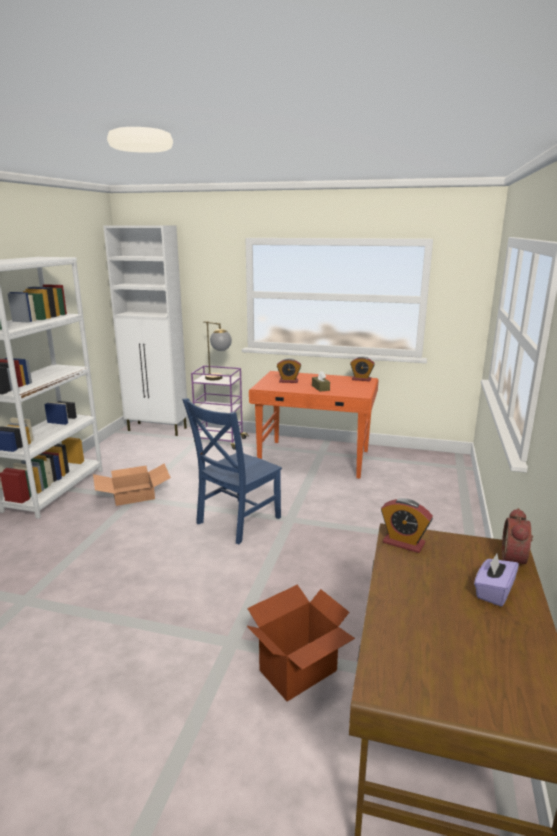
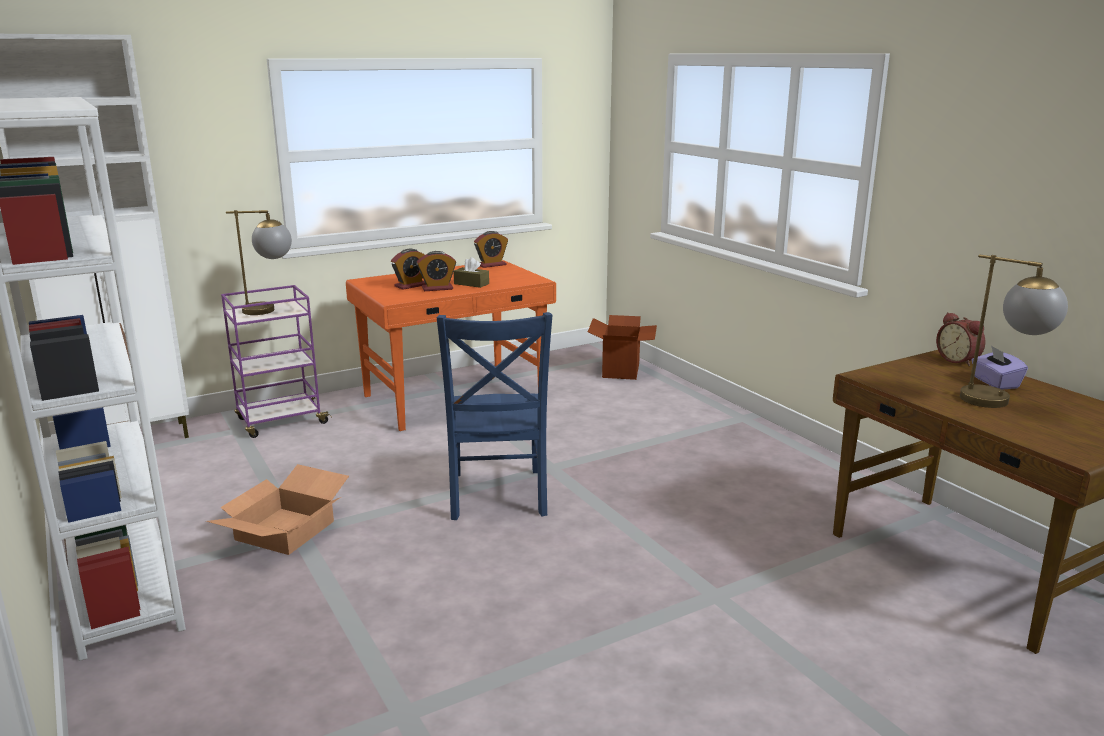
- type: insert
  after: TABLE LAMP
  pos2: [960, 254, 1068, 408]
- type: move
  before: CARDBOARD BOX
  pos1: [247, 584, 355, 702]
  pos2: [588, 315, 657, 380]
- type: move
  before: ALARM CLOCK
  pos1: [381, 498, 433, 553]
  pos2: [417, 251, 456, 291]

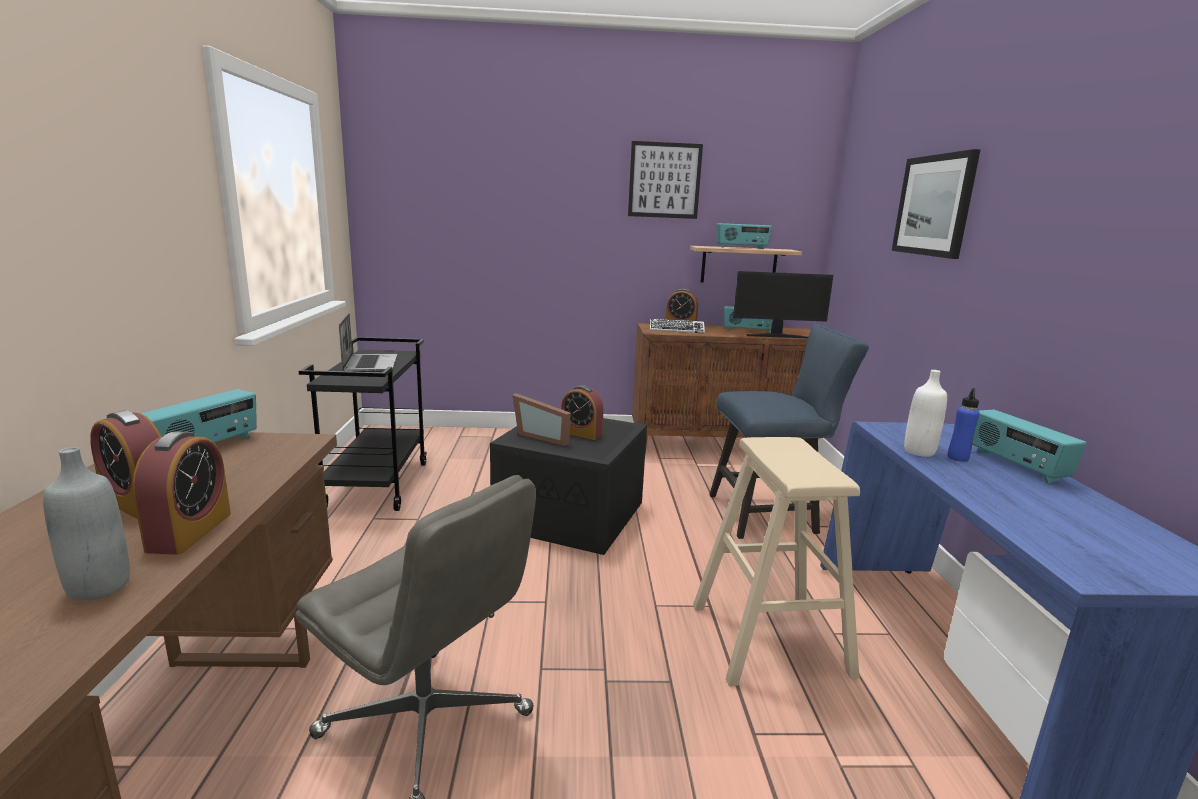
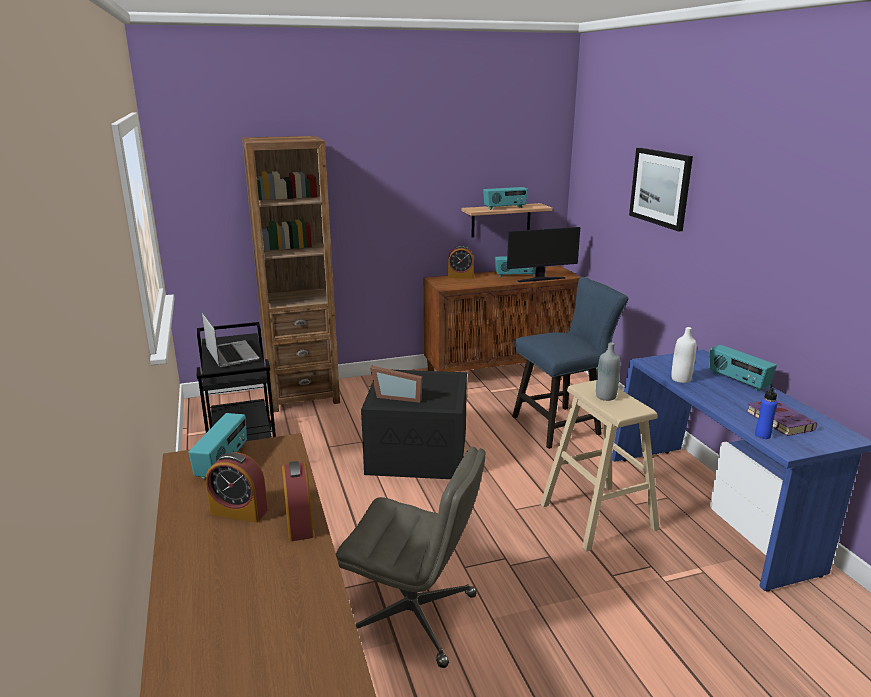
- type: delete
  before: ALARM CLOCK
  pos1: [561, 385, 604, 440]
- type: delete
  before: PICTURE
  pos1: [628, 141, 703, 219]
- type: delete
  before: KEYBOARD
  pos1: [650, 318, 705, 333]
- type: insert
  after: BROWN BOOKCASE
  pos2: [242, 136, 340, 412]
- type: insert
  after: PURPLE BOOK
  pos2: [746, 400, 817, 436]
- type: move
  before: GREY BOTTLE
  pos1: [43, 447, 130, 601]
  pos2: [596, 342, 620, 401]
- type: move
  before: BLUE BOTTLE
  pos1: [948, 388, 980, 462]
  pos2: [755, 384, 778, 439]

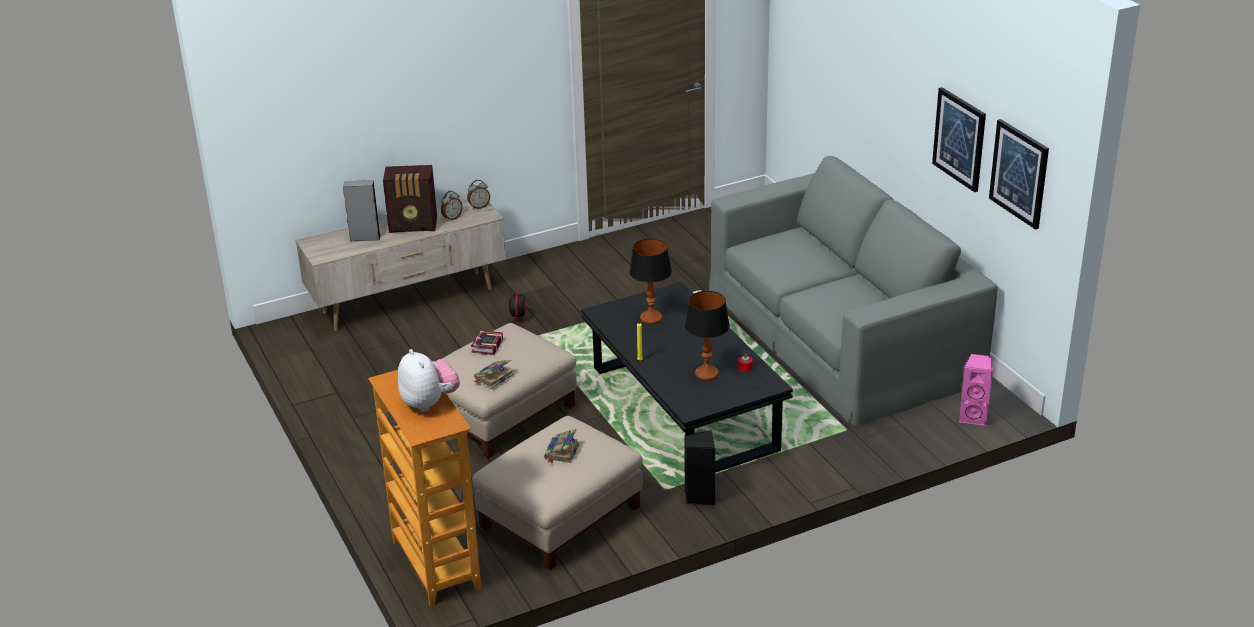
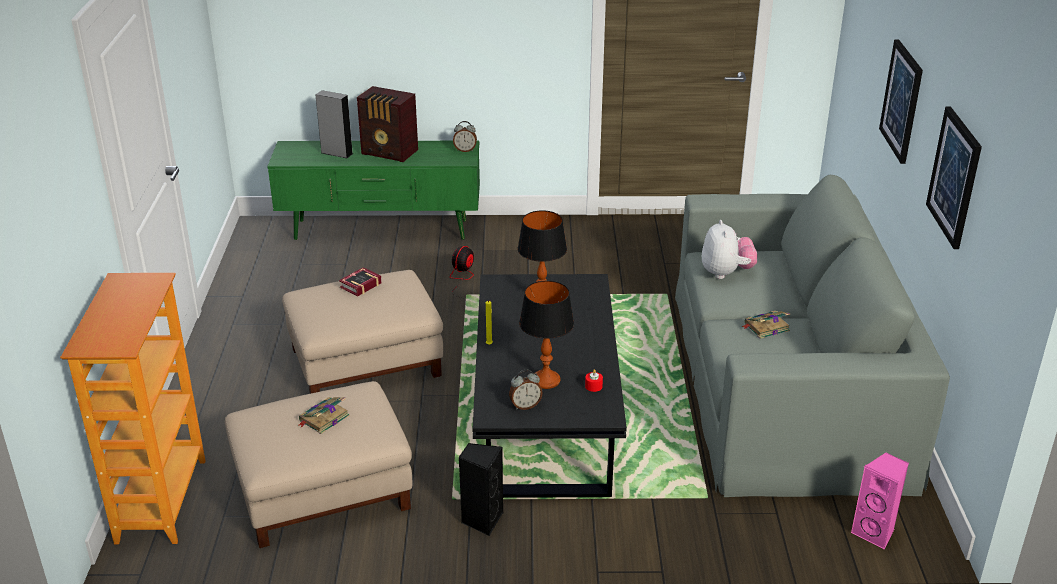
- type: move
  before: PLUSH TOY
  pos1: [398, 349, 460, 412]
  pos2: [702, 220, 757, 279]
- type: move
  before: ALARM CLOCK
  pos1: [441, 191, 462, 221]
  pos2: [509, 370, 543, 410]
- type: move
  before: BOOK
  pos1: [474, 360, 514, 388]
  pos2: [741, 311, 790, 339]
- type: move
  before: PICTURE
  pos1: [989, 119, 1049, 230]
  pos2: [879, 39, 923, 164]
- type: recolor
  before: BEIGE TV STAND
  after: GREEN TV STAND
  pos1: [295, 199, 506, 331]
  pos2: [267, 141, 480, 240]

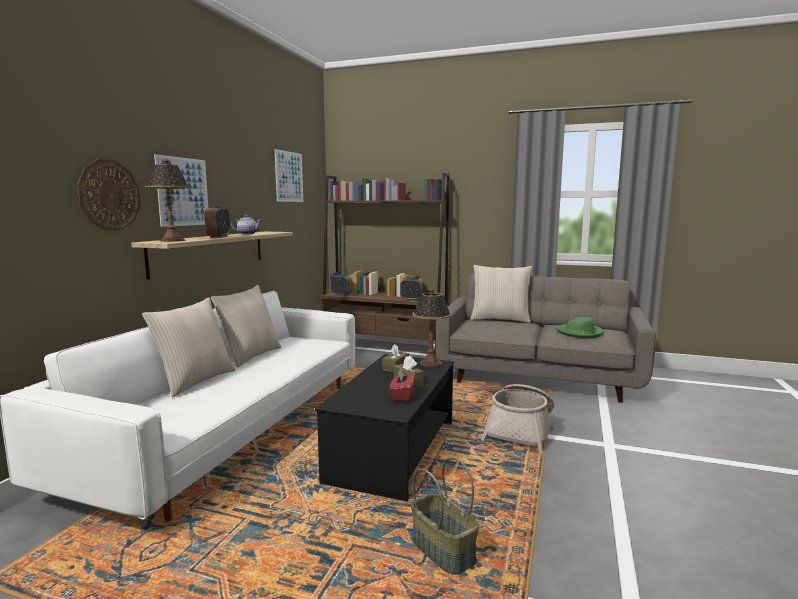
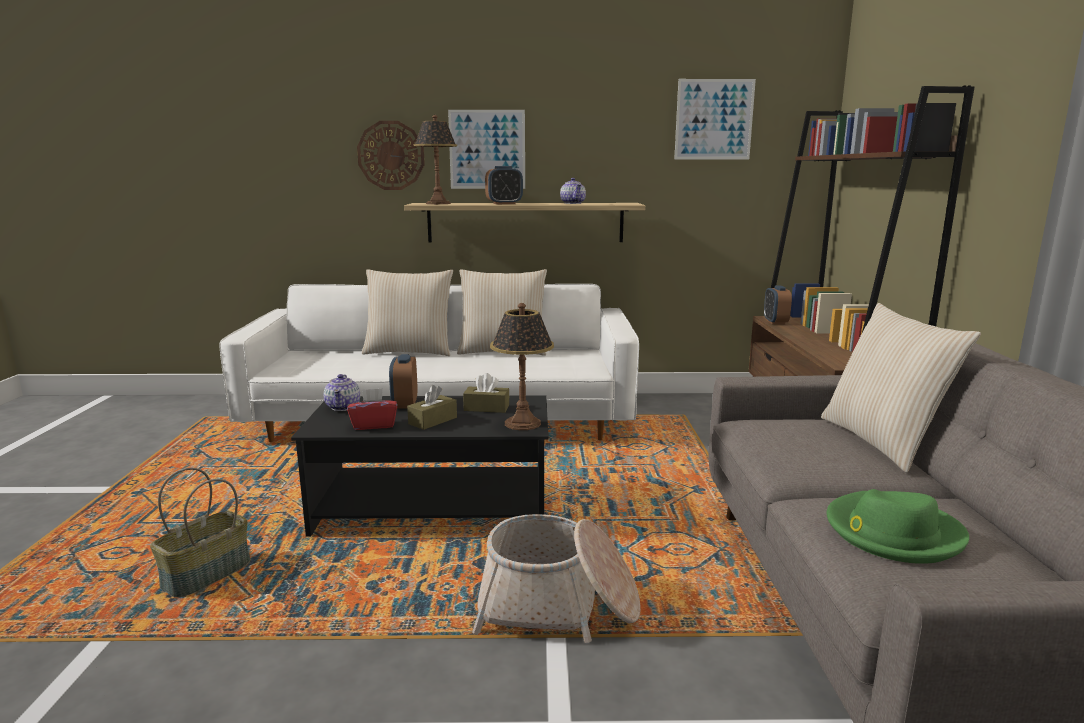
- type: insert
  after: TEAPOT
  pos2: [324, 374, 360, 411]
- type: move
  before: ALARM CLOCK
  pos1: [400, 278, 423, 301]
  pos2: [389, 354, 418, 409]

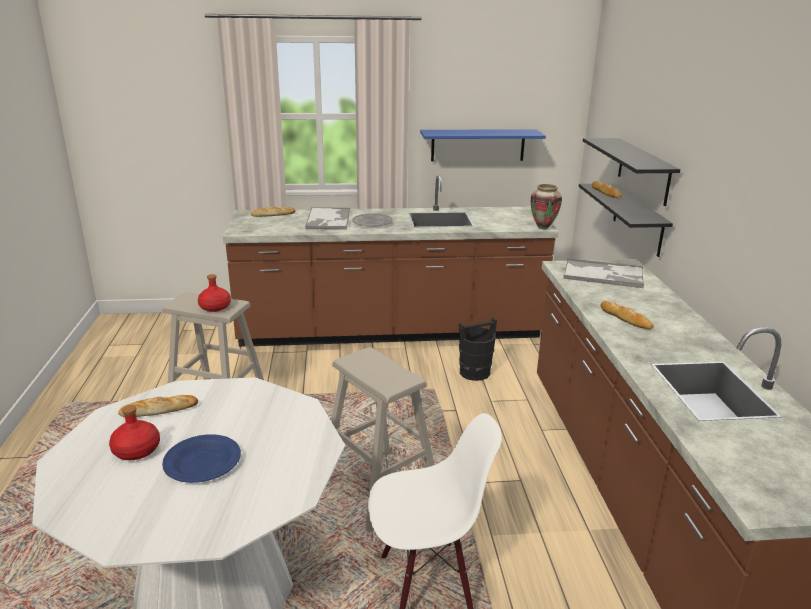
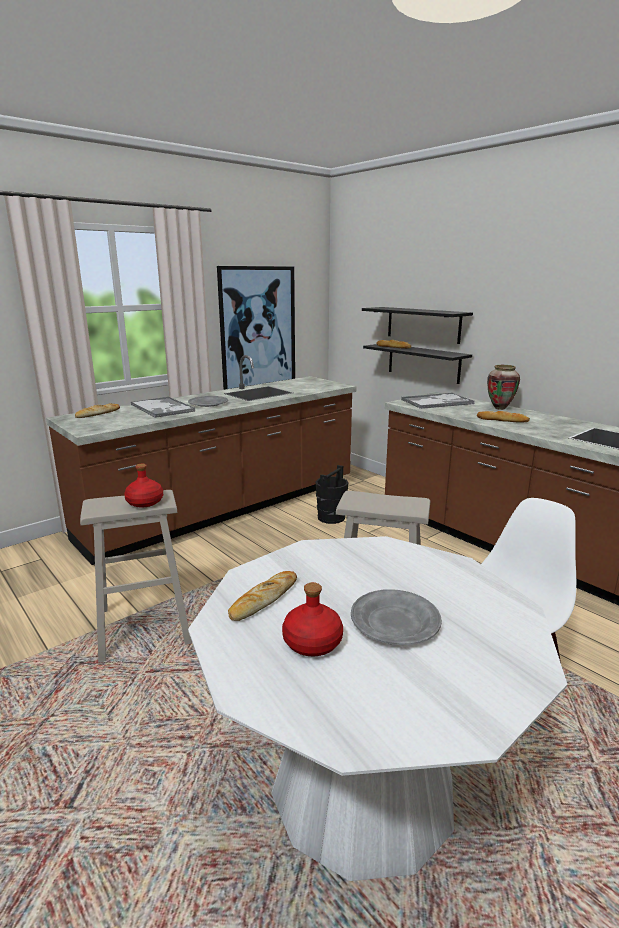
- type: move
  before: VASE
  pos1: [531, 184, 562, 229]
  pos2: [487, 365, 520, 410]
- type: replace
  before: BLUE SHELF
  after: PICTURE
  pos1: [420, 129, 546, 161]
  pos2: [217, 266, 295, 390]
- type: recolor
  before: BLUE PLATE
  after: GREY PLATE
  pos1: [162, 434, 241, 483]
  pos2: [351, 589, 442, 645]

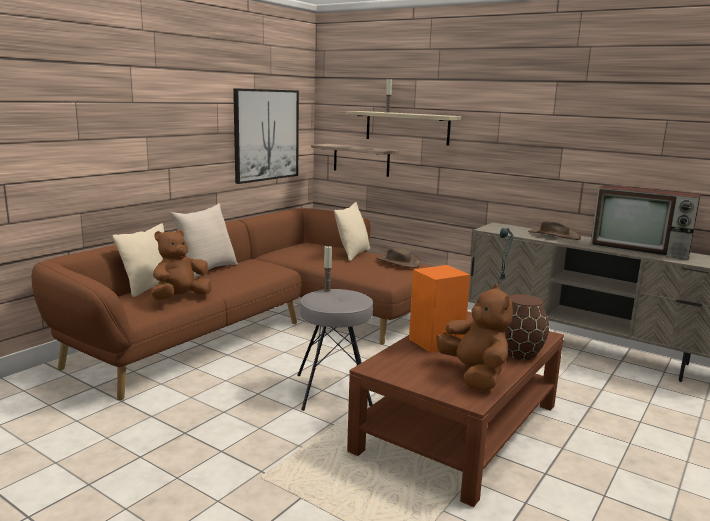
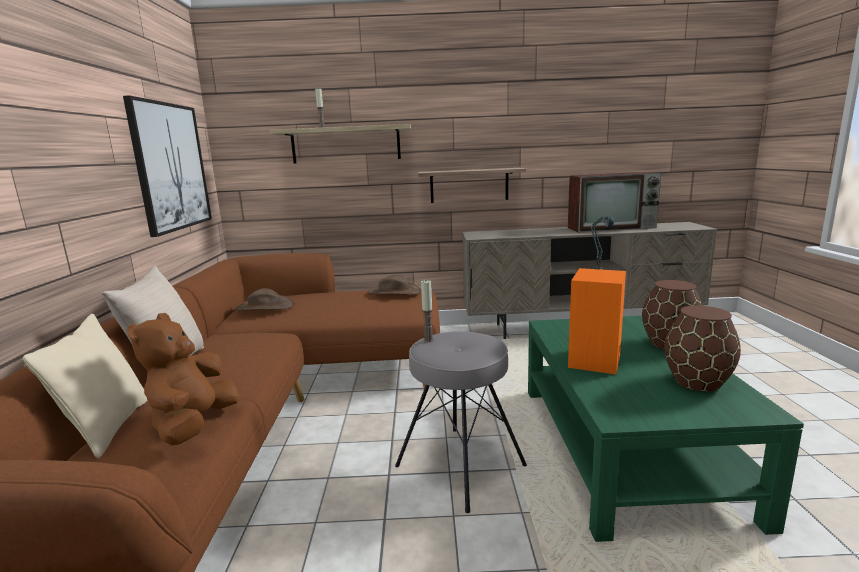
- type: delete
  before: BEIGE PILLOW
  pos1: [334, 202, 370, 261]
- type: move
  before: SHELF
  pos1: [311, 144, 399, 177]
  pos2: [418, 168, 526, 203]
- type: move
  before: BROWN HAT
  pos1: [528, 219, 581, 240]
  pos2: [235, 288, 295, 311]
- type: replace
  before: BROWN PLUSH TOY
  after: BROWN VASE
  pos1: [436, 284, 513, 391]
  pos2: [664, 305, 741, 392]
- type: recolor
  before: BROWN COFFEE TABLE
  after: GREEN COFFEE TABLE
  pos1: [347, 311, 564, 507]
  pos2: [528, 316, 804, 542]

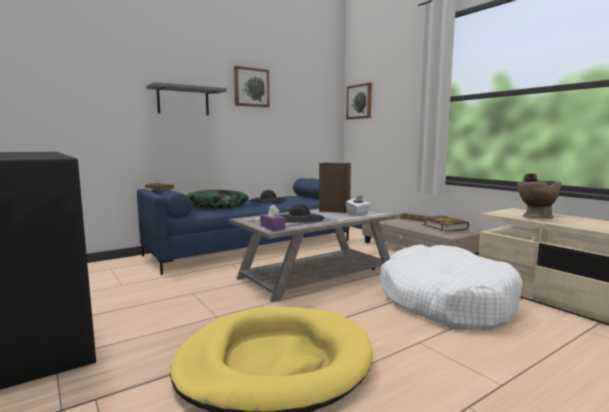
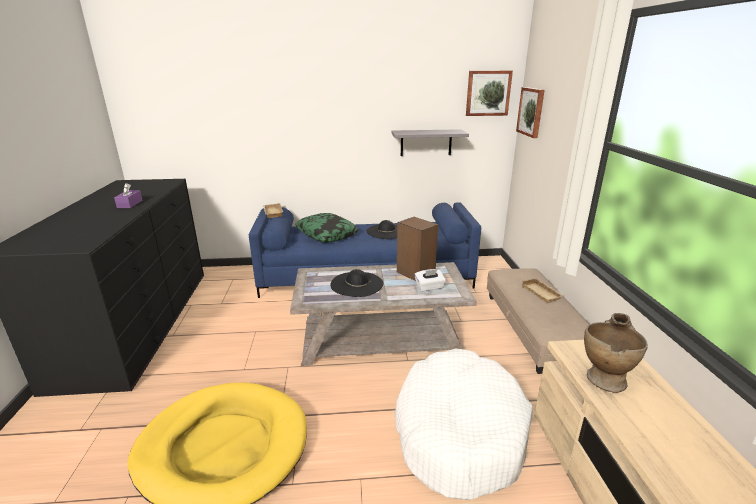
- type: delete
  before: BOOK
  pos1: [422, 216, 470, 232]
- type: move
  before: GREY SHELF
  pos1: [146, 82, 227, 115]
  pos2: [391, 129, 469, 156]
- type: move
  before: PICTURE
  pos1: [234, 66, 270, 107]
  pos2: [466, 70, 513, 116]
- type: move
  before: PURPLE TISSUE BOX
  pos1: [260, 205, 285, 231]
  pos2: [114, 183, 142, 208]

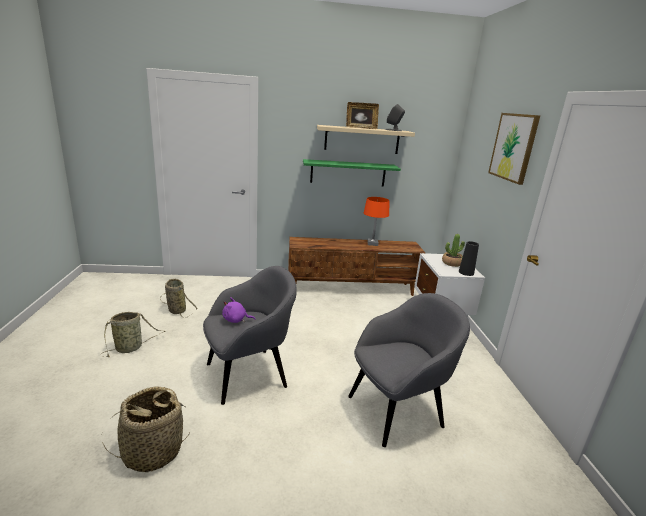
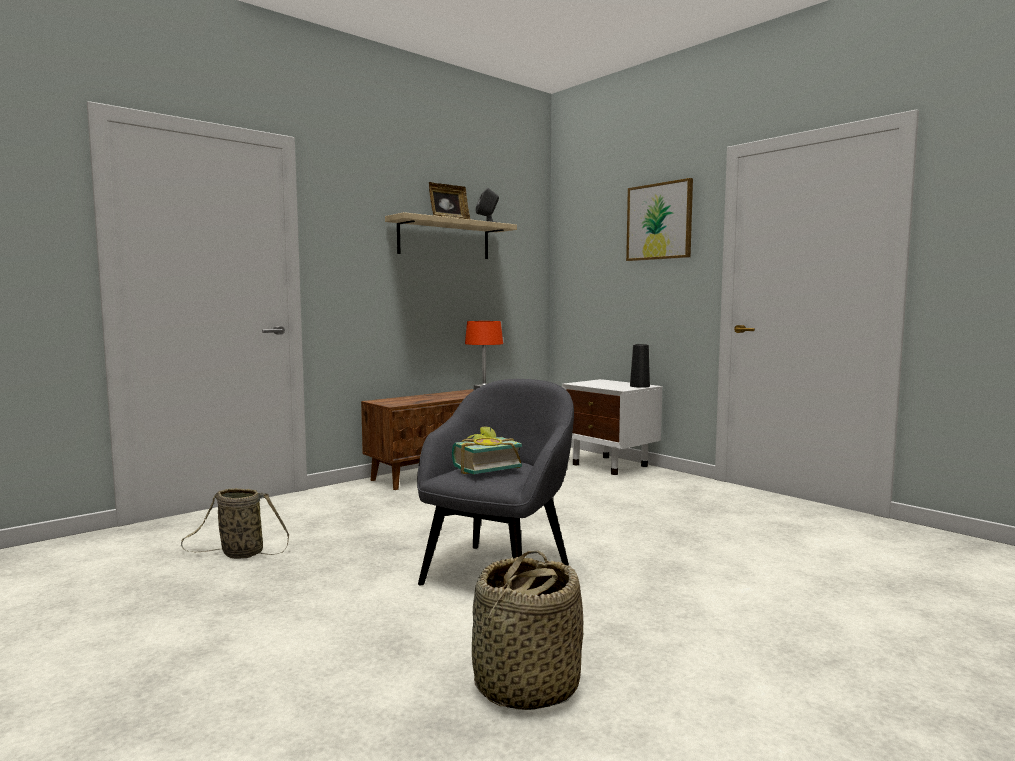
- type: delete
  before: BASKET
  pos1: [101, 312, 166, 357]
- type: delete
  before: GREEN SHELF
  pos1: [303, 159, 401, 187]
- type: delete
  before: GREY ARMCHAIR
  pos1: [348, 293, 470, 447]
- type: delete
  before: POTTED PLANT
  pos1: [442, 234, 465, 267]
- type: replace
  before: PURPLE PLUSH TOY
  after: BOOK
  pos1: [222, 297, 256, 323]
  pos2: [452, 426, 522, 474]

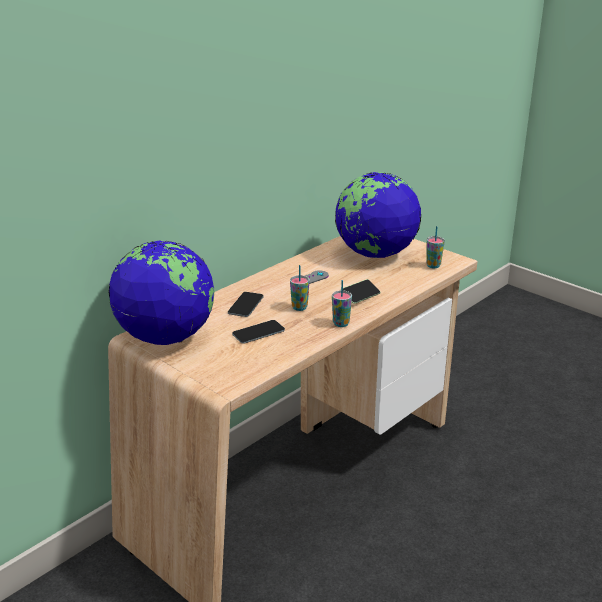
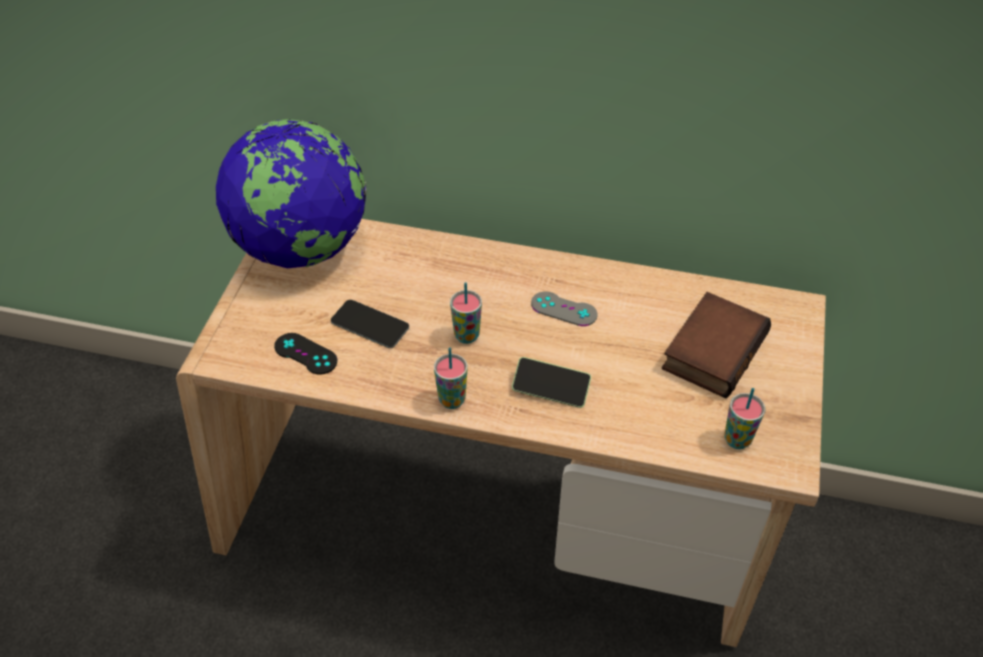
- type: delete
  before: PHONE
  pos1: [228, 292, 264, 317]
- type: insert
  after: BLACK GAME CONTROLLER
  pos2: [274, 333, 337, 375]
- type: replace
  before: GLOBE
  after: BOOK
  pos1: [335, 172, 421, 258]
  pos2: [662, 292, 771, 398]

